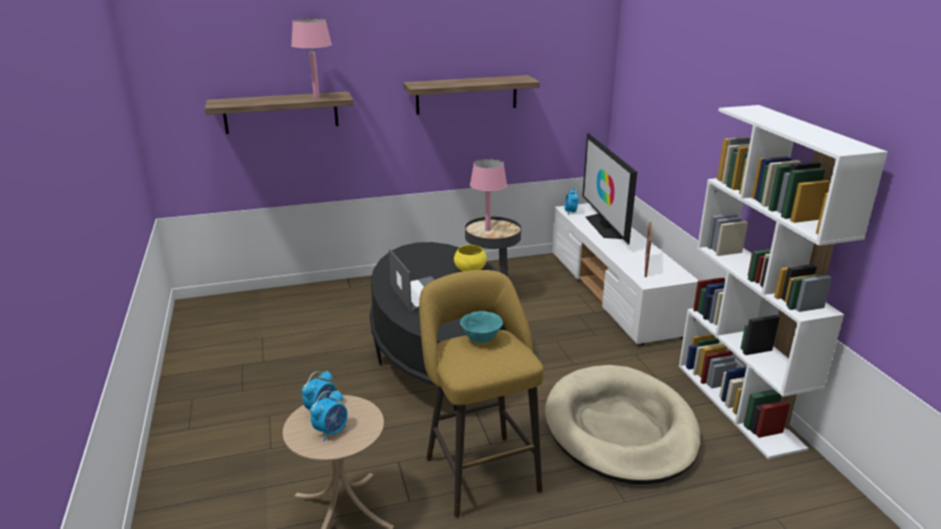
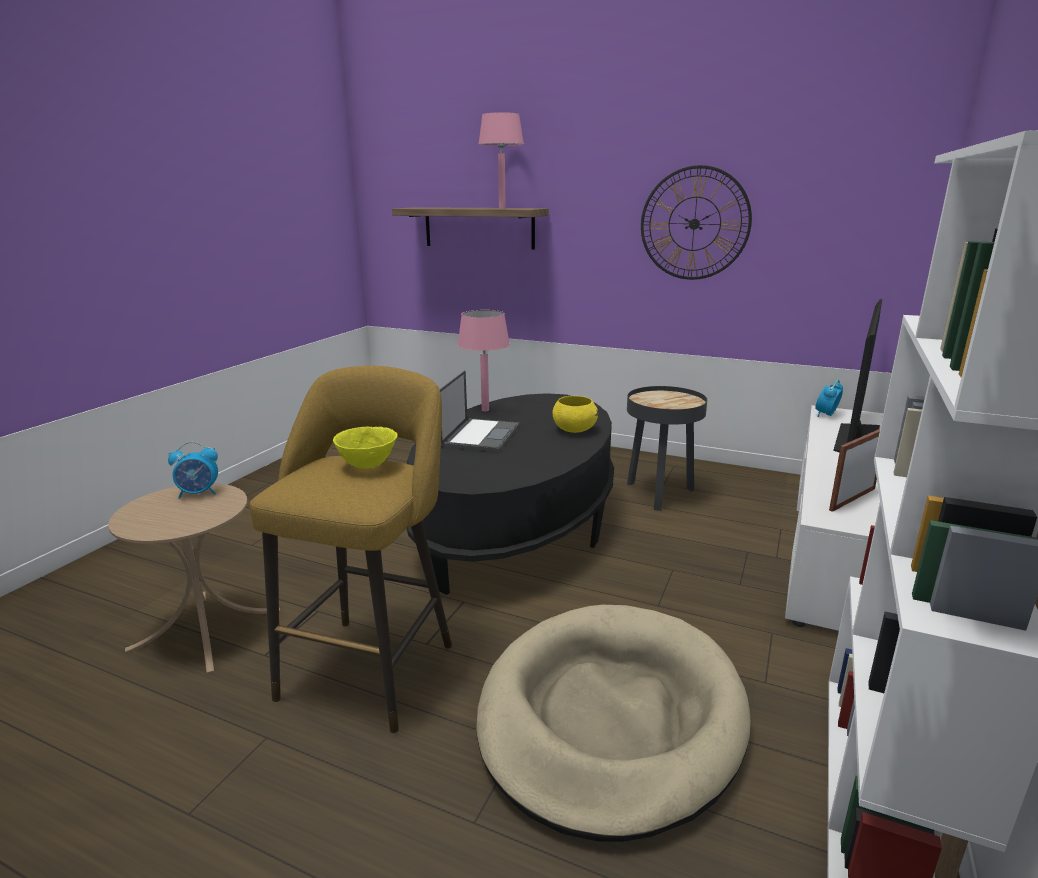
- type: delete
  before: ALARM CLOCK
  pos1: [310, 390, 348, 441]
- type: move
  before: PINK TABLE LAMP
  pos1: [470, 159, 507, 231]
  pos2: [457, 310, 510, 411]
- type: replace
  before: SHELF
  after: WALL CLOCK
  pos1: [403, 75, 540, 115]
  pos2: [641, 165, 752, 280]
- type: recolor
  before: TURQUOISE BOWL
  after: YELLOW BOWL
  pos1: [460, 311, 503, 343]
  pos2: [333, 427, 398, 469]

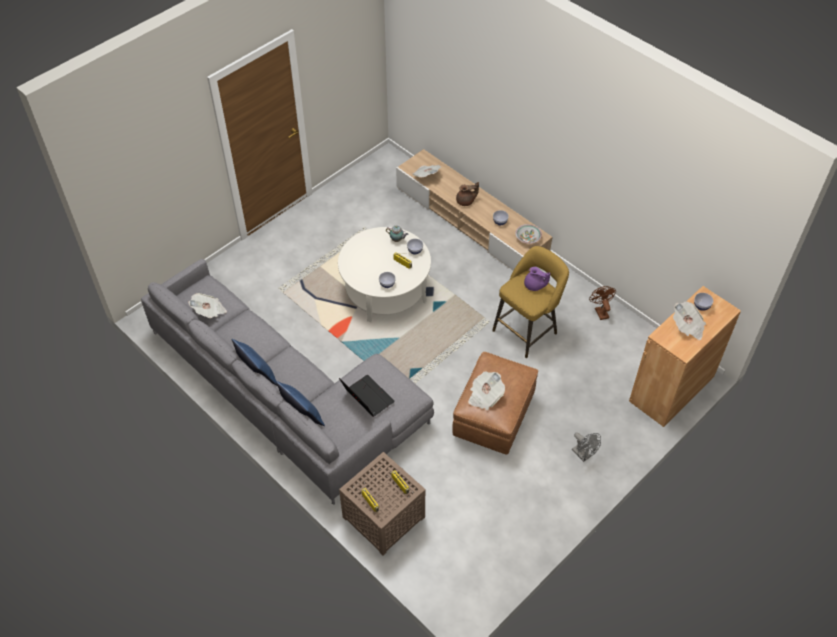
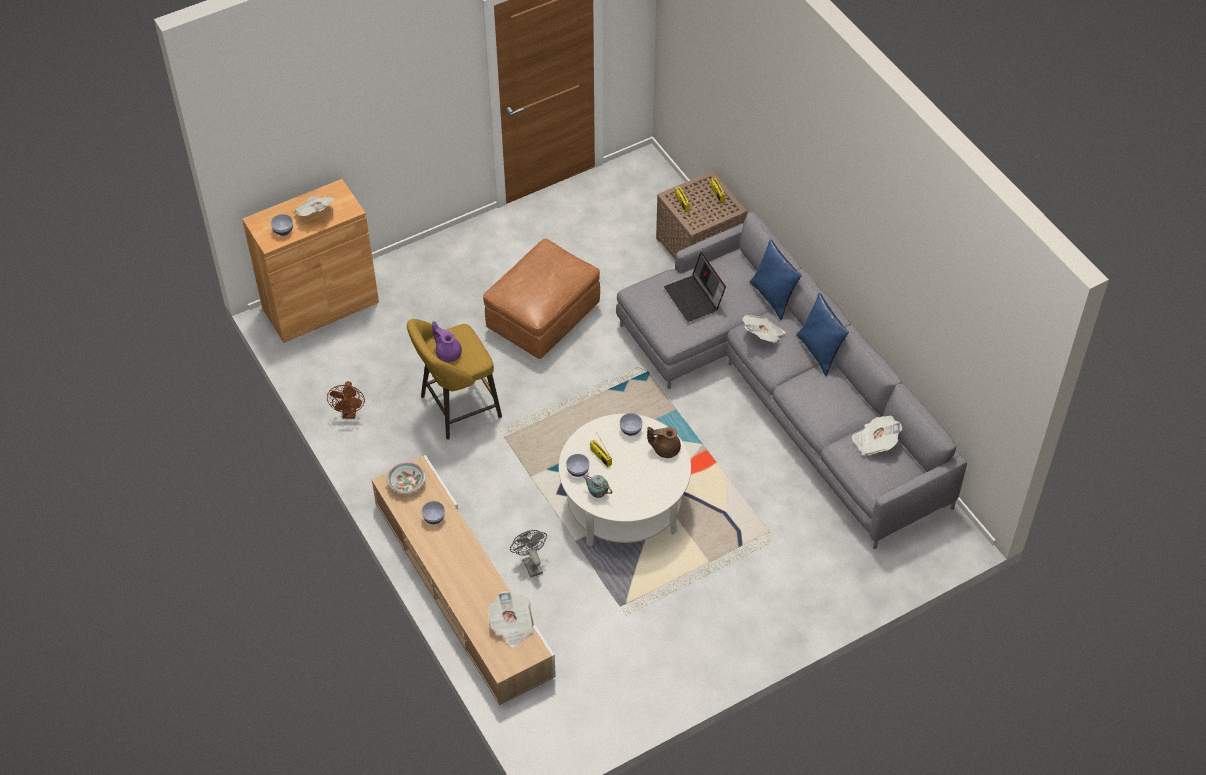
- type: move
  before: BROWN TEAPOT
  pos1: [456, 182, 479, 206]
  pos2: [647, 427, 681, 458]
- type: move
  before: NEWSPAPER
  pos1: [468, 371, 505, 410]
  pos2: [742, 315, 786, 343]
- type: move
  before: GREY FAN
  pos1: [572, 433, 601, 462]
  pos2: [510, 530, 547, 577]

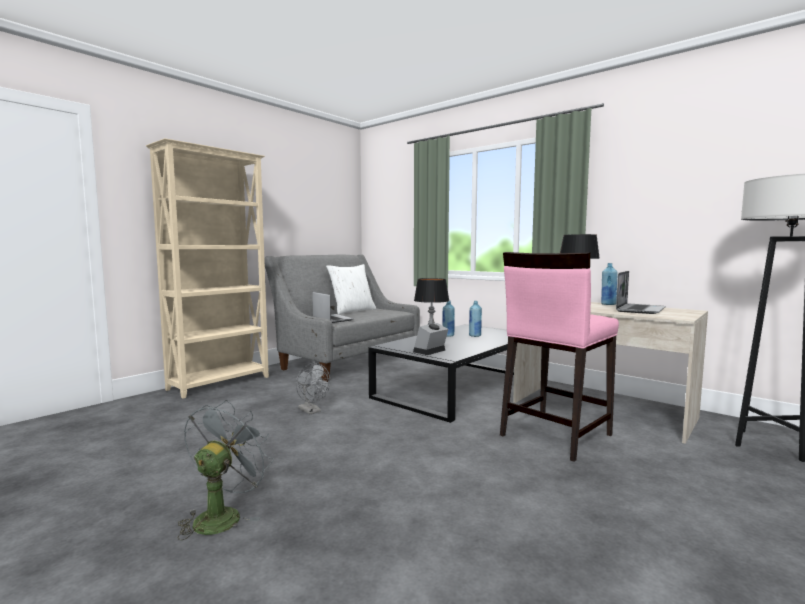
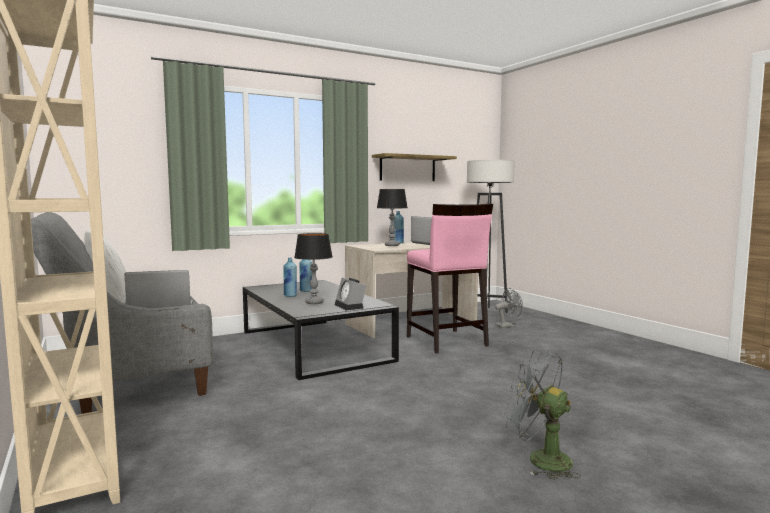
- type: insert
  after: SHELF
  pos2: [372, 153, 457, 181]
- type: move
  before: GREY FAN
  pos1: [296, 363, 330, 414]
  pos2: [495, 288, 523, 328]

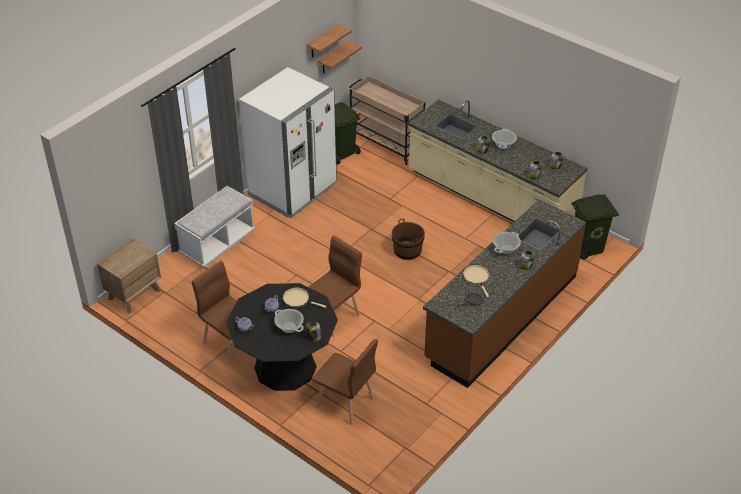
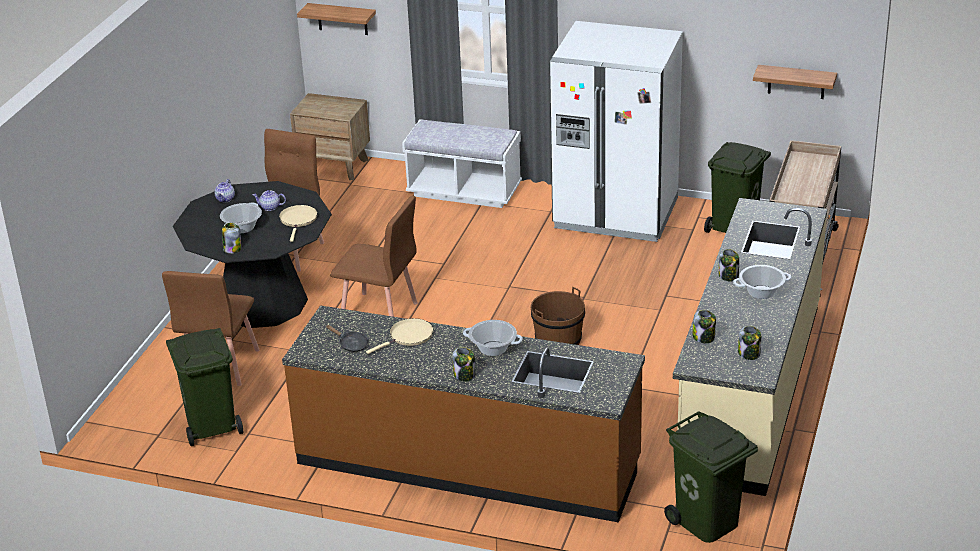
- type: insert
  after: GREEN TRASH CAN
  pos2: [166, 328, 243, 446]
- type: move
  before: SHELF
  pos1: [307, 24, 352, 57]
  pos2: [297, 3, 376, 35]

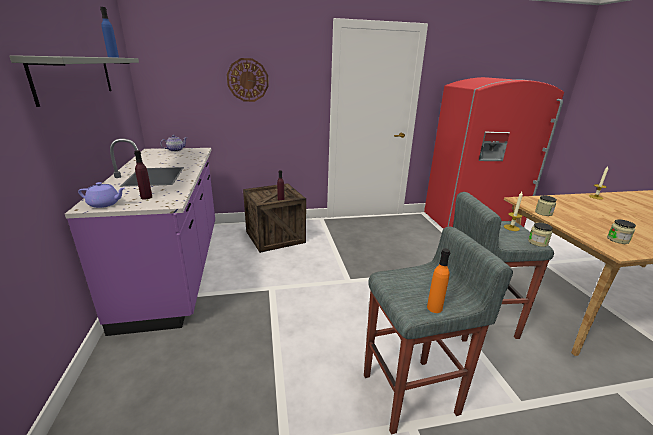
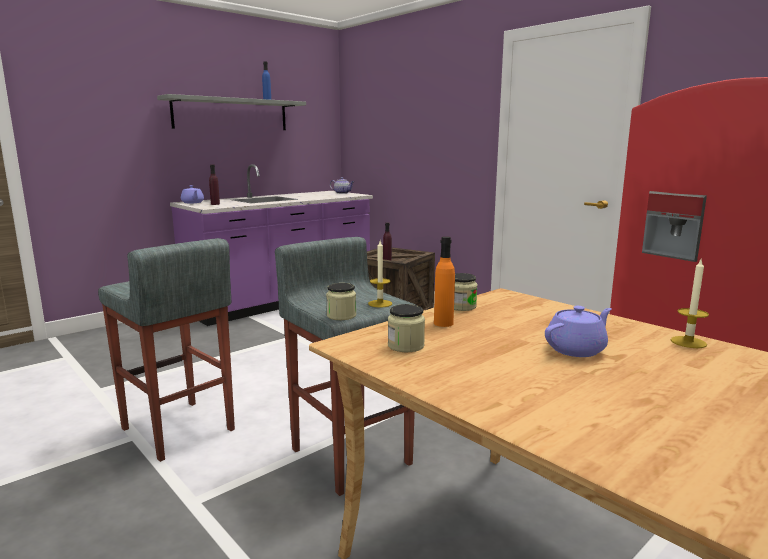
- type: delete
  before: WALL CLOCK
  pos1: [227, 58, 269, 102]
- type: insert
  after: PURPLE TEAPOT
  pos2: [545, 306, 612, 357]
- type: move
  before: ORANGE BOTTLE
  pos1: [427, 249, 450, 313]
  pos2: [434, 236, 455, 327]

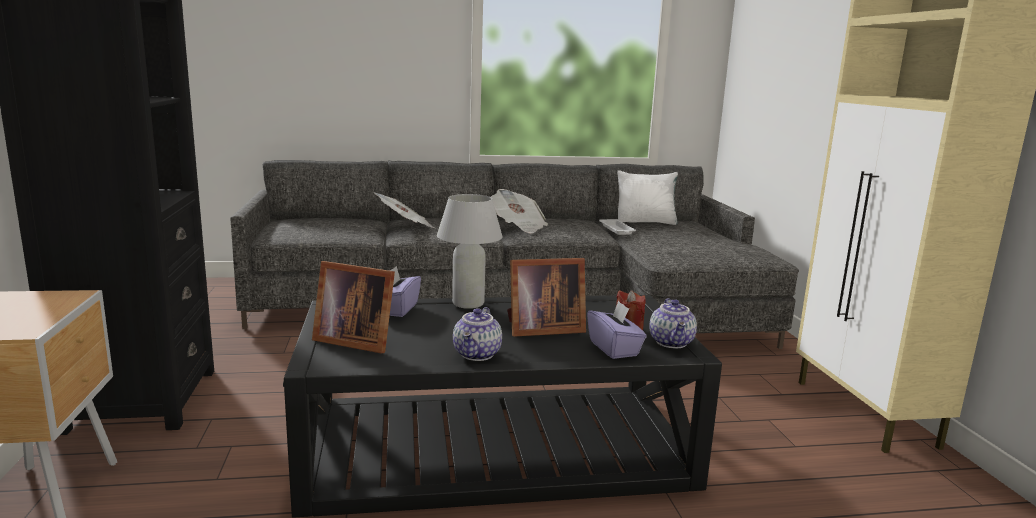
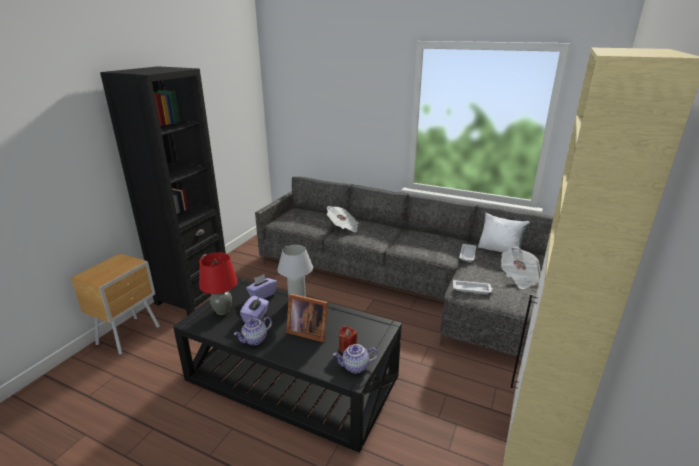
- type: insert
  after: WHITE TRAY
  pos2: [453, 280, 493, 294]
- type: move
  before: NEWSPAPER
  pos1: [491, 189, 548, 233]
  pos2: [501, 247, 541, 289]
- type: move
  before: PURPLE TISSUE BOX
  pos1: [587, 300, 647, 359]
  pos2: [240, 296, 269, 323]
- type: replace
  before: PICTURE FRAME
  after: RED TABLE LAMP
  pos1: [312, 261, 395, 354]
  pos2: [199, 253, 237, 315]
- type: rotate
  before: TEAPOT
  pos1: [649, 298, 697, 348]
  pos2: [333, 344, 378, 373]
  turn: 45

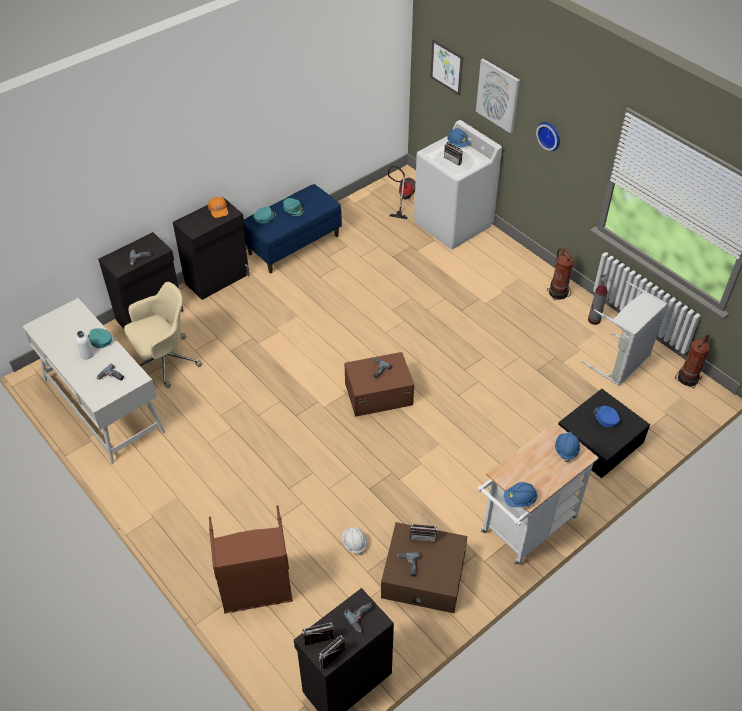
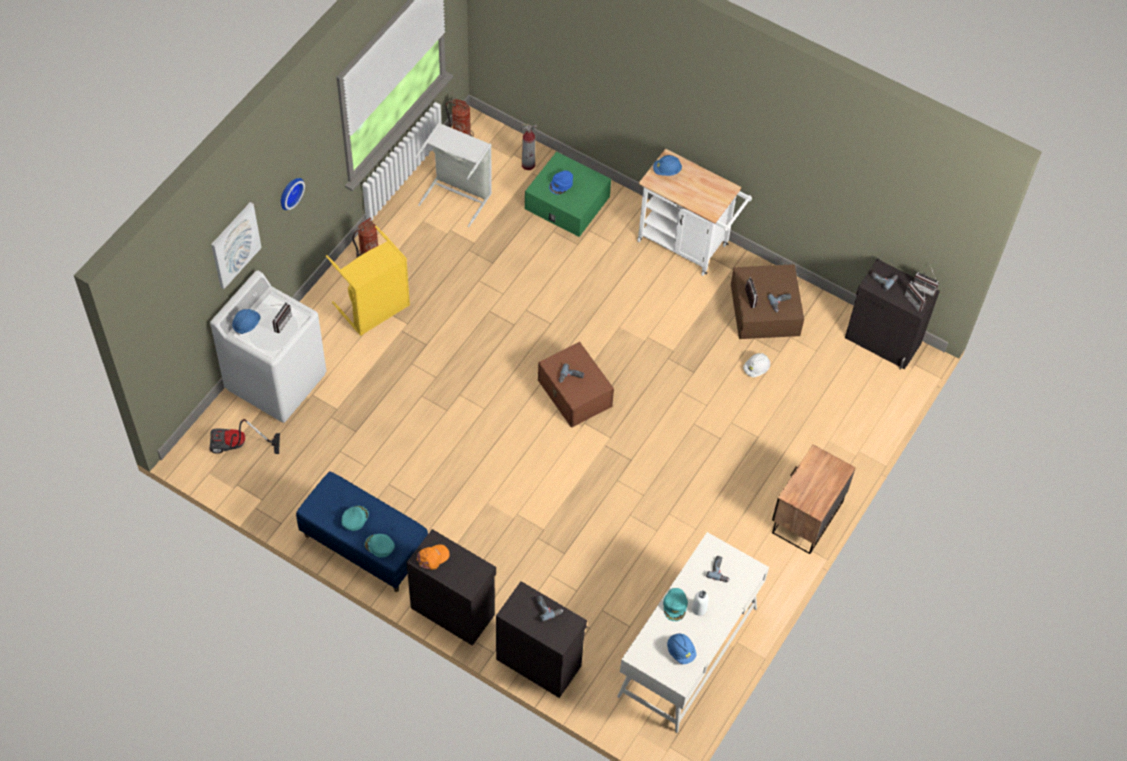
- type: delete
  before: BEIGE OFFICE CHAIR
  pos1: [124, 282, 202, 388]
- type: delete
  before: BROWN LAUNDRY BASKET
  pos1: [209, 505, 293, 614]
- type: delete
  before: PICTURE
  pos1: [430, 39, 463, 96]
- type: insert
  after: YELLOW LAUNDRY BASKET
  pos2: [326, 226, 410, 336]
- type: insert
  after: NIGHTSTAND
  pos2: [772, 444, 856, 554]
- type: move
  before: BLUE HARD HAT
  pos1: [504, 482, 537, 507]
  pos2: [667, 633, 697, 664]
- type: move
  before: FIRE EXTINGUISHER
  pos1: [588, 273, 607, 325]
  pos2: [521, 124, 537, 170]
- type: recolor
  before: BLACK STORAGE BOX
  after: GREEN STORAGE BOX
  pos1: [558, 389, 650, 478]
  pos2: [525, 151, 611, 237]

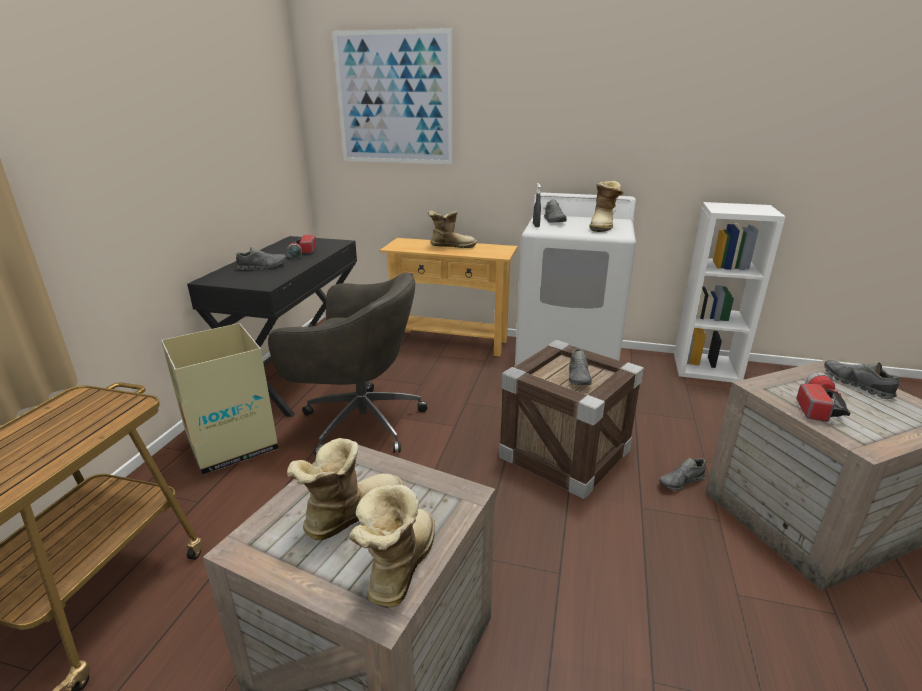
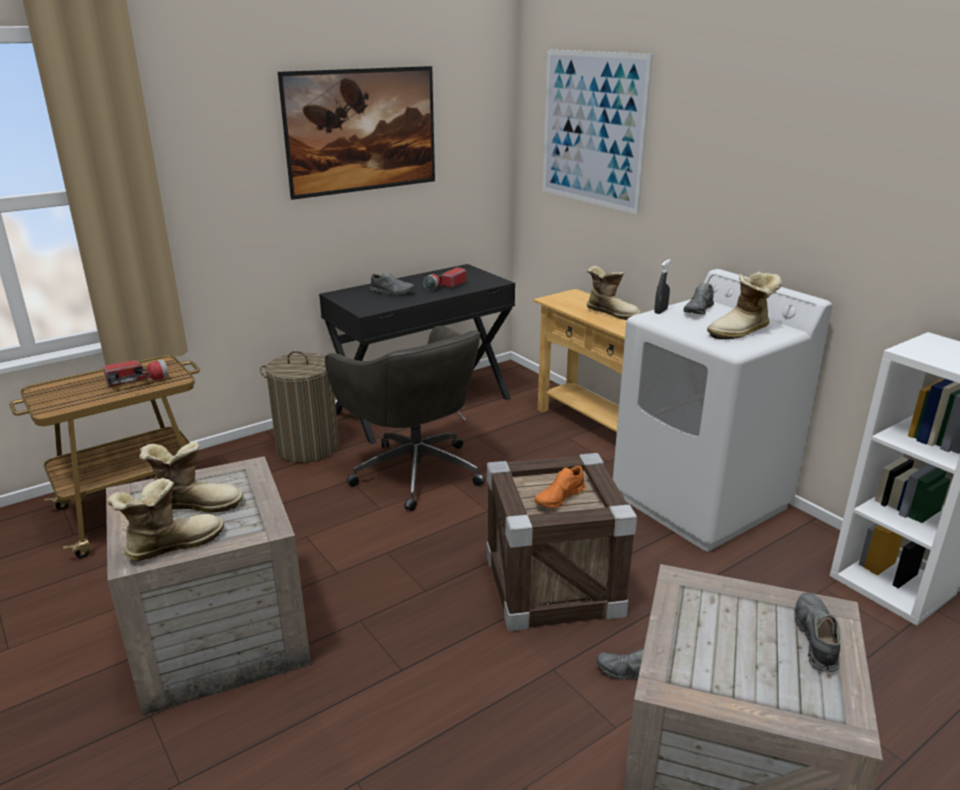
- type: insert
  after: PICTURE
  pos2: [278, 66, 435, 200]
- type: move
  before: FLASHLIGHT
  pos1: [796, 373, 850, 422]
  pos2: [103, 359, 169, 387]
- type: replace
  before: CARDBOARD BOX
  after: LAUNDRY BASKET
  pos1: [161, 323, 278, 475]
  pos2: [260, 351, 339, 463]
- type: recolor
  before: GREY SHOE
  after: ORANGE SHOE
  pos1: [569, 348, 592, 385]
  pos2: [535, 466, 585, 508]

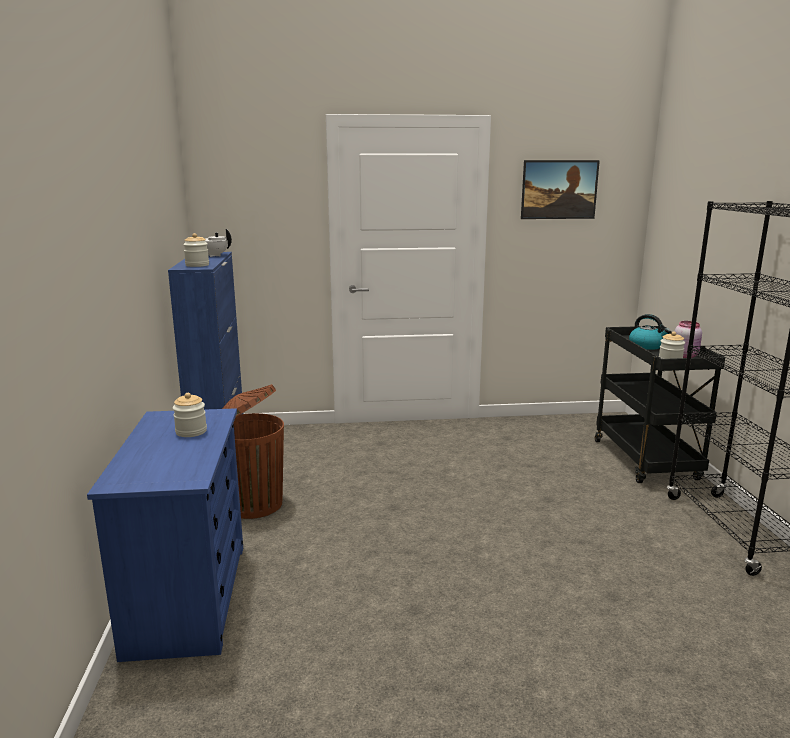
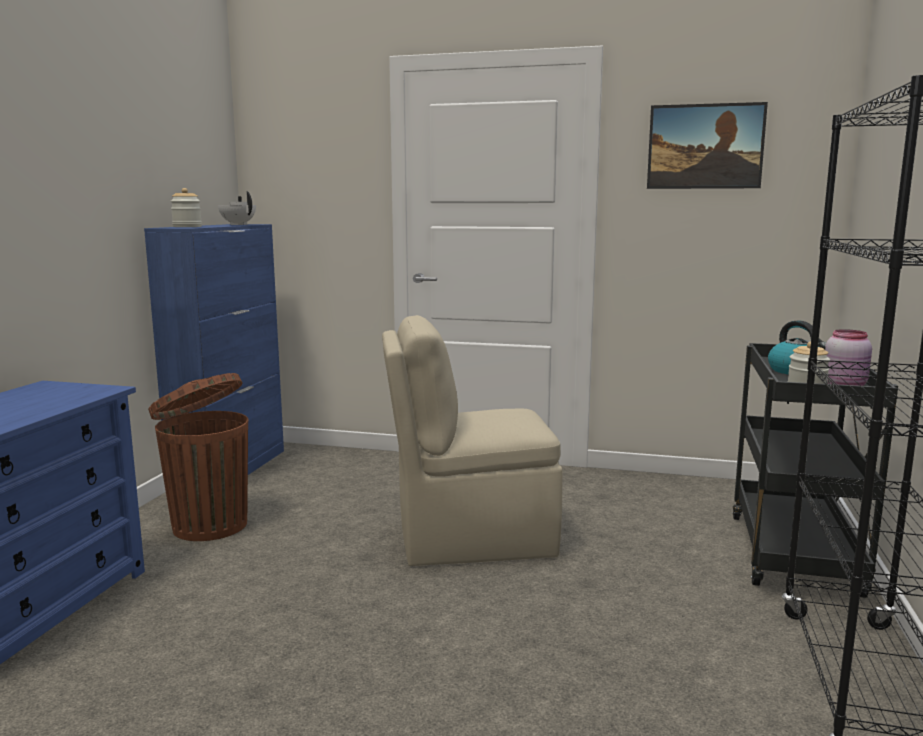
- type: delete
  before: JAR
  pos1: [173, 393, 207, 437]
- type: insert
  after: BEIGE CHAIR
  pos2: [382, 315, 562, 566]

